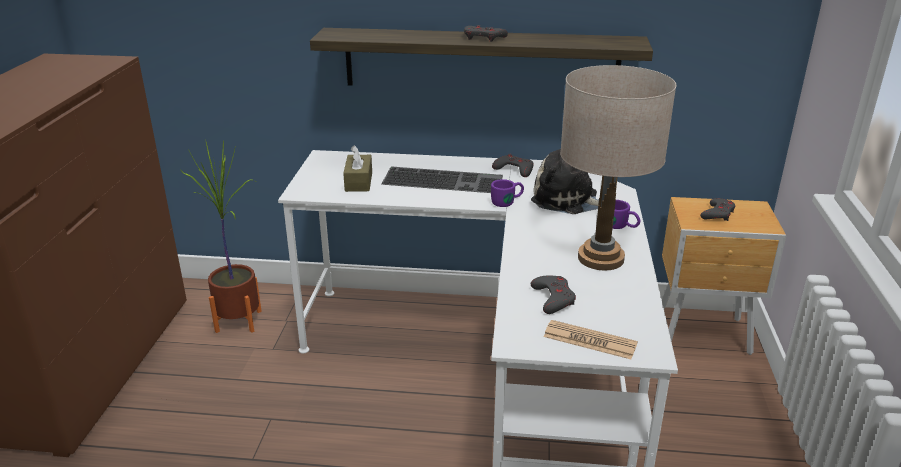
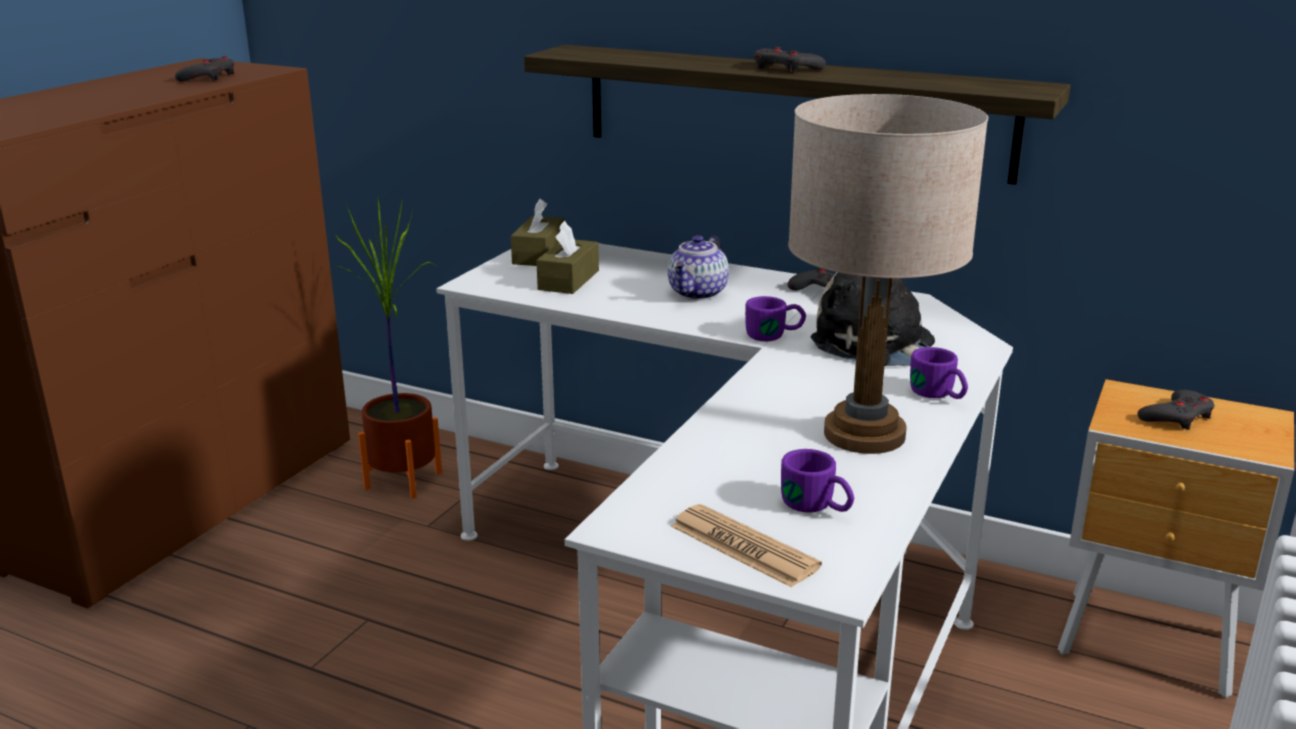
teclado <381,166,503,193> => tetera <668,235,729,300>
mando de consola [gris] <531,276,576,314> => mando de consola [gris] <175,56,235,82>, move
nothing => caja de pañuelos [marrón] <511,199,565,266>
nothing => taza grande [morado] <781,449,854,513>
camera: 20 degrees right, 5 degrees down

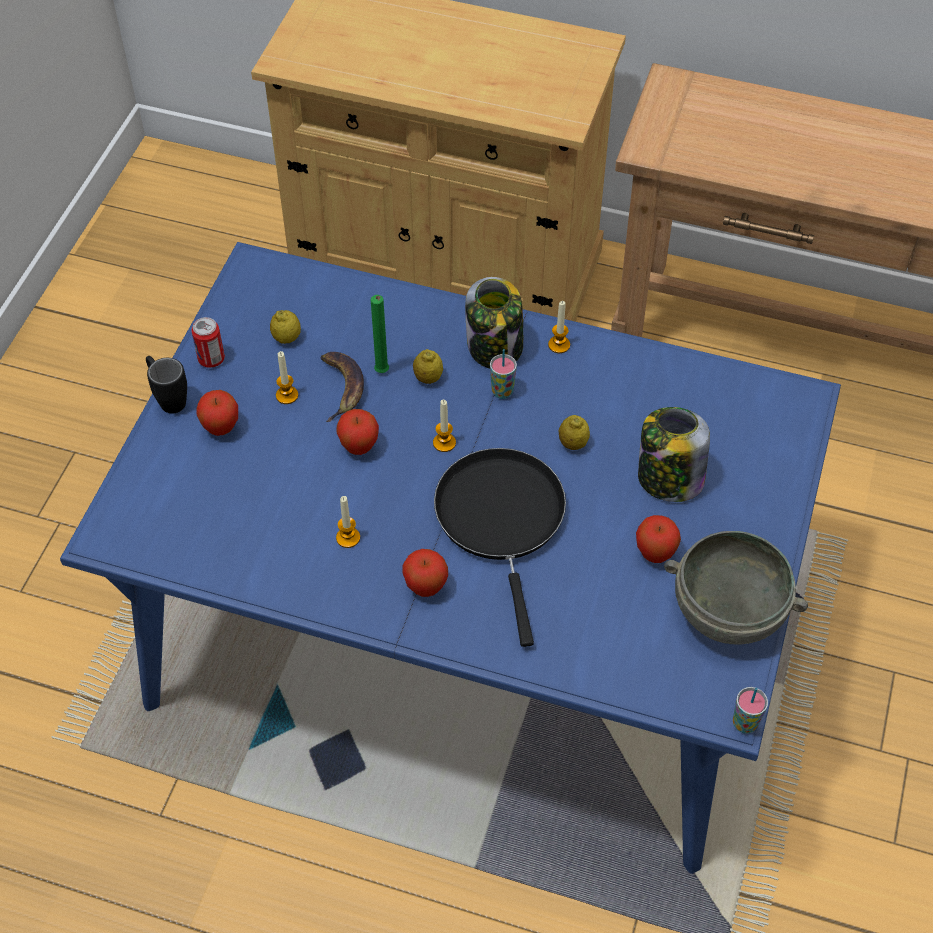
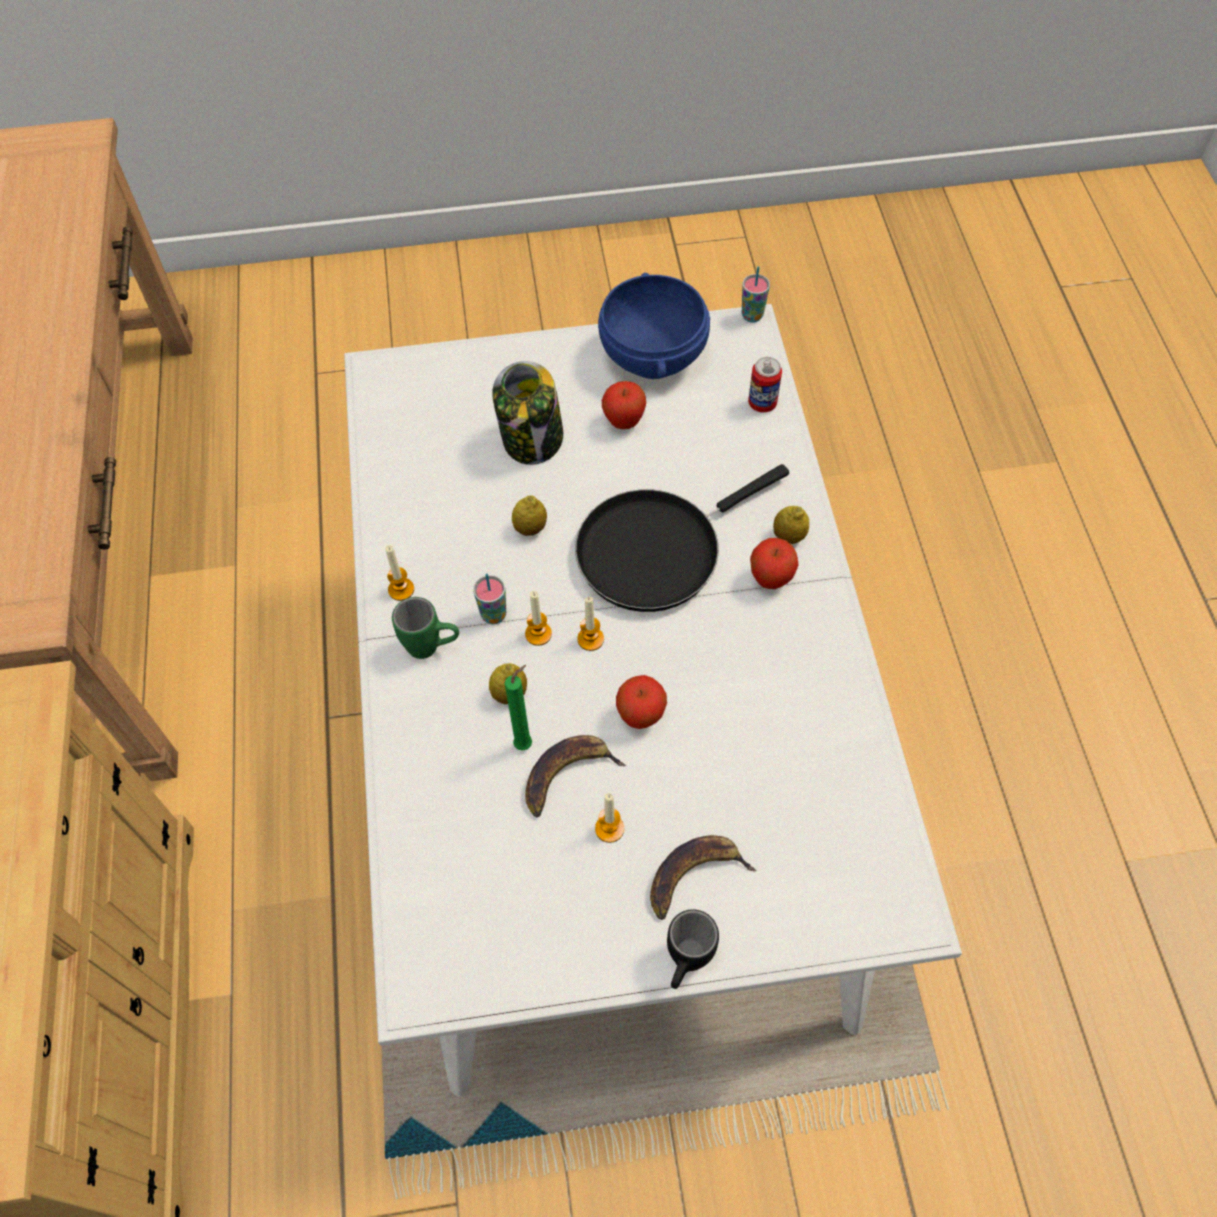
mesa de comedor [azul] <60,242,841,874> => mesa de comedor [blanco] <344,304,962,1097>
lata <191,317,225,368> => lata <748,357,782,413>, move
manzana <196,390,238,436> => plátano <650,835,757,920>
limón <270,310,301,344> => limón <773,506,809,544>, move
vela <336,496,360,548> => vela <525,591,552,646>, move
tarro <465,277,523,368> => taza grande [verde] <392,597,459,659>
cuenco [gris] <664,531,808,645> => cuenco [azul] <598,273,710,379>
camera: 115 degrees left, 5 degrees up

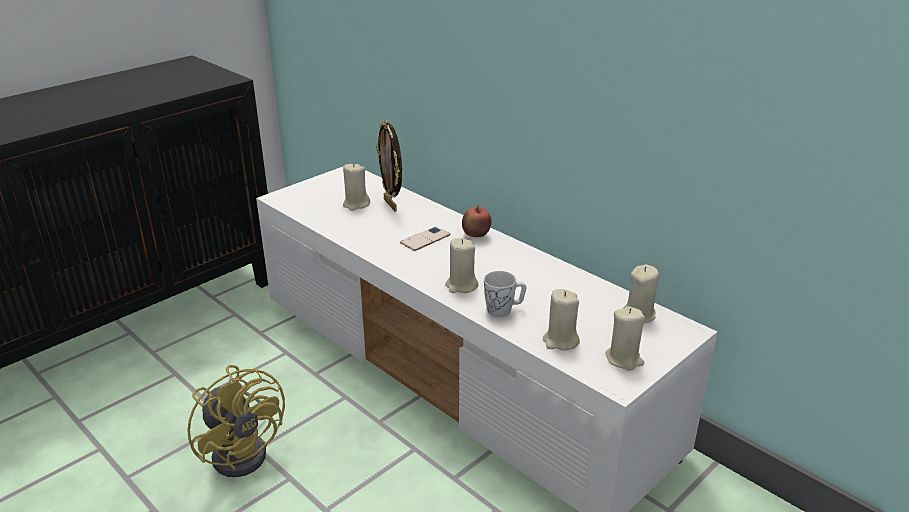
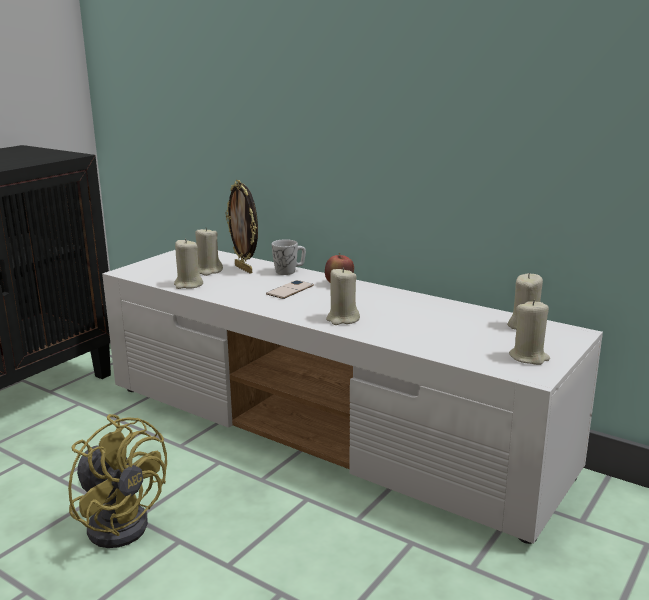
taza grande [blanco] <484,271,526,317> => taza grande [blanco] <272,239,306,275>, move
vela [beis] <543,289,580,351> => vela [beis] <174,239,203,289>, move
camera: 10 degrees left, 10 degrees down

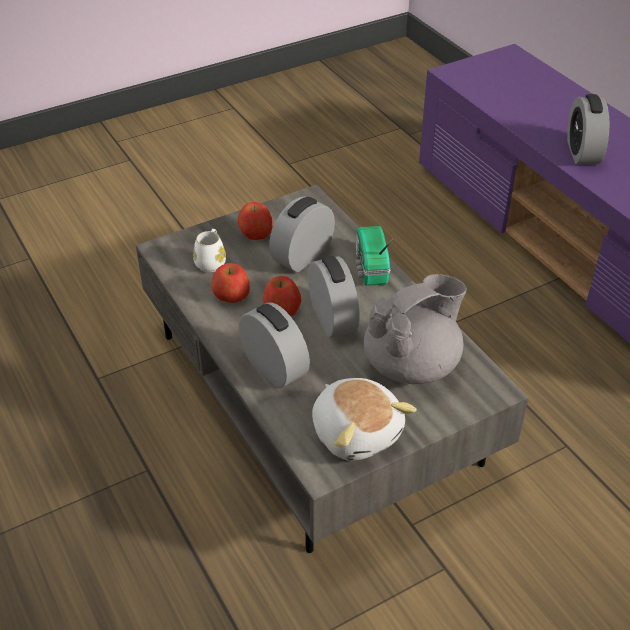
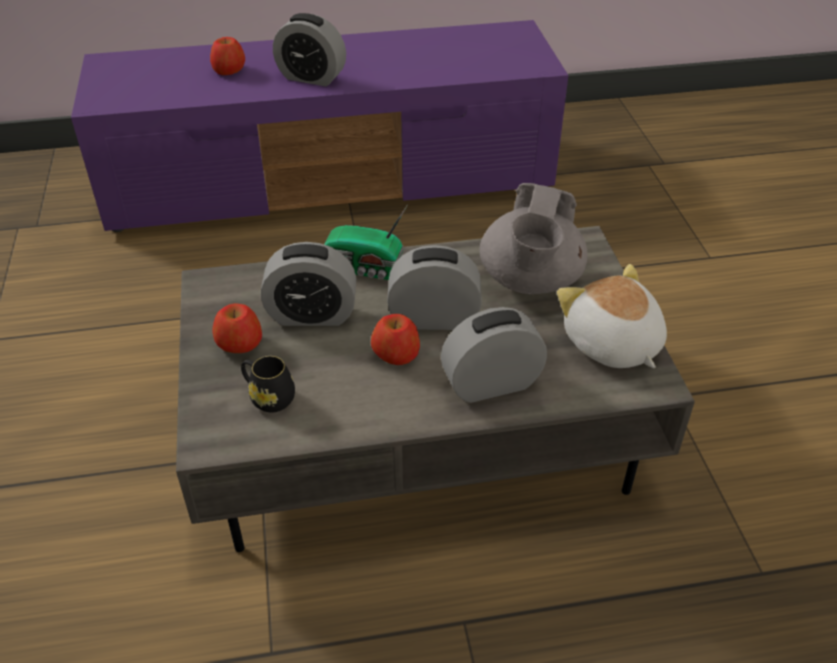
taza grande [blanco] <193,229,226,272> => taza grande [negro] <241,356,295,413>
manzana <211,263,250,303> => manzana <210,37,245,75>, move
despertador <269,196,335,272> => despertador <261,242,356,326>, 60 degrees counterclockwise
peluche <312,378,416,461> => peluche <557,264,667,368>, 105 degrees counterclockwise
tetera [gris] <364,274,467,384> => tetera [gris] <479,183,588,294>, 150 degrees counterclockwise
camera: 70 degrees left, 0 degrees up

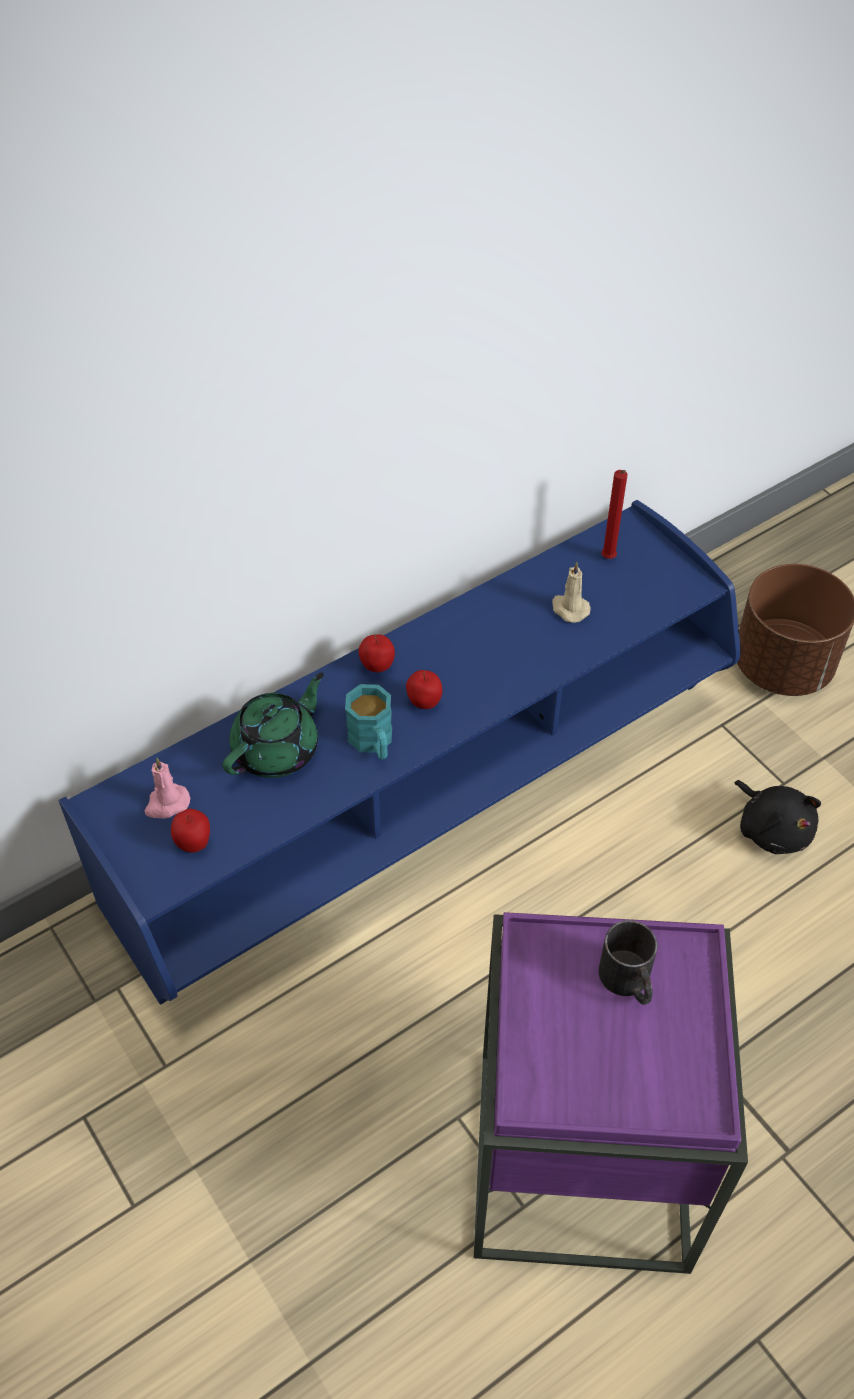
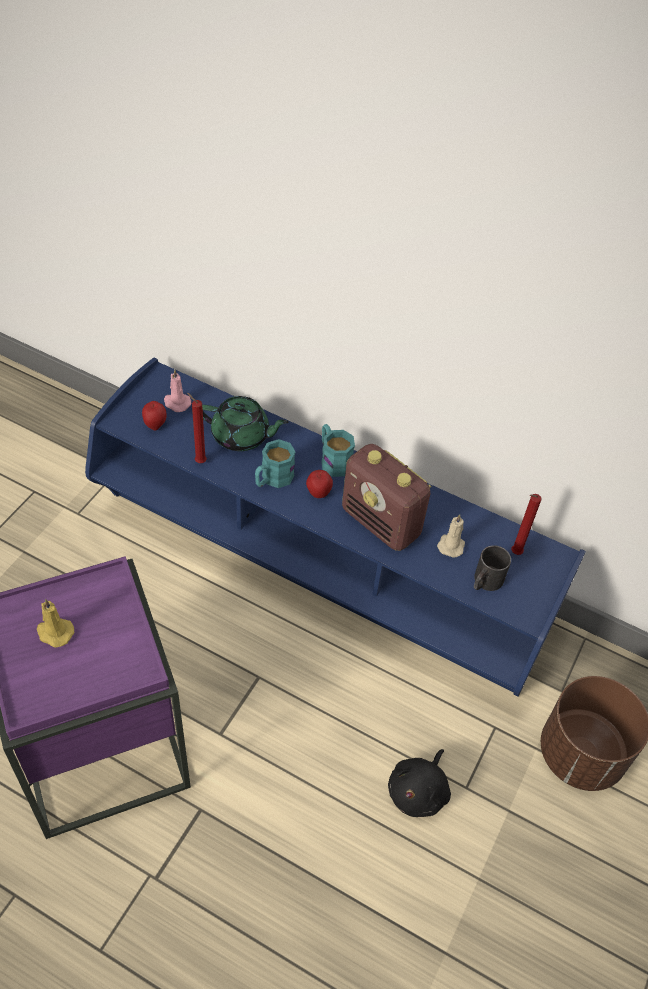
manzana <358,634,395,672> => taza grande [turquesa] <321,424,355,477>
taza grande [negro] <599,920,658,1005> => taza grande [negro] <474,545,511,591>, move
nothing => vela [amarillo] <37,599,74,647>
nothing => vela [rojo] <187,393,207,463>
nothing => radio <342,444,431,551>
camera: 60 degrees right, 0 degrees up

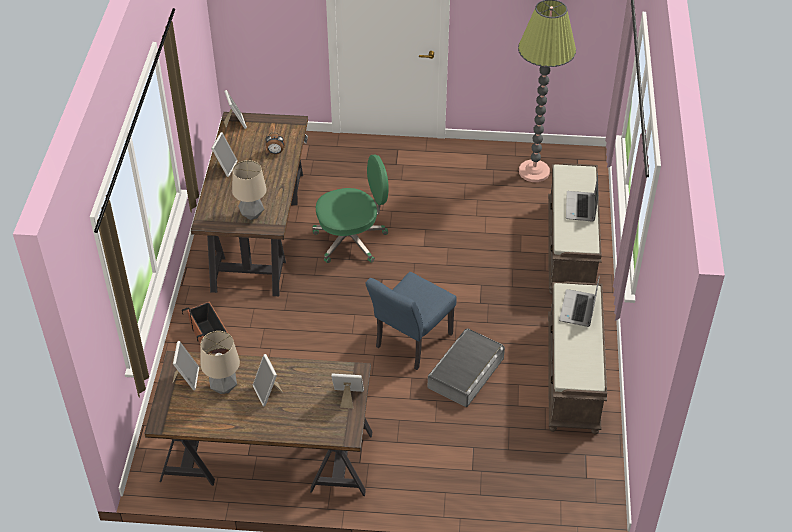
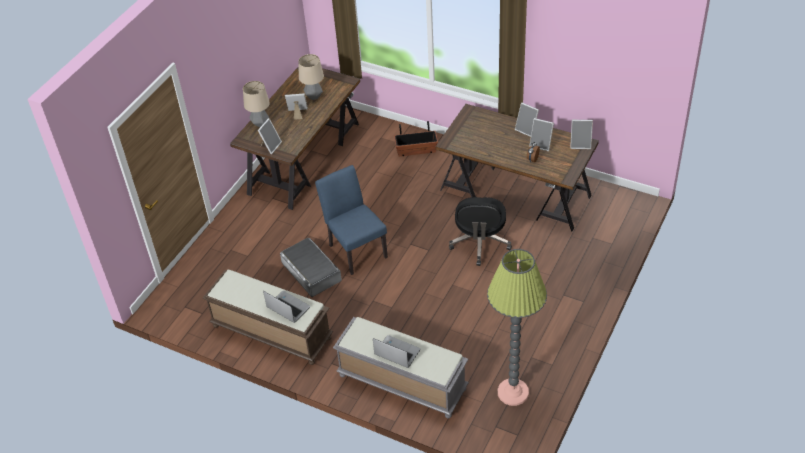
portarretratos <173,341,200,390> => portarretratos <529,118,554,151>, move
lámpara de mesa <232,160,267,220> => lámpara de mesa <243,81,270,127>, move
silla de oficina [verde] <312,155,389,263> => silla de oficina [negro] <449,197,512,266>
banco [marrón] <548,163,602,295> => banco [gris] <333,317,469,418>
camera: 115 degrees right, 0 degrees up

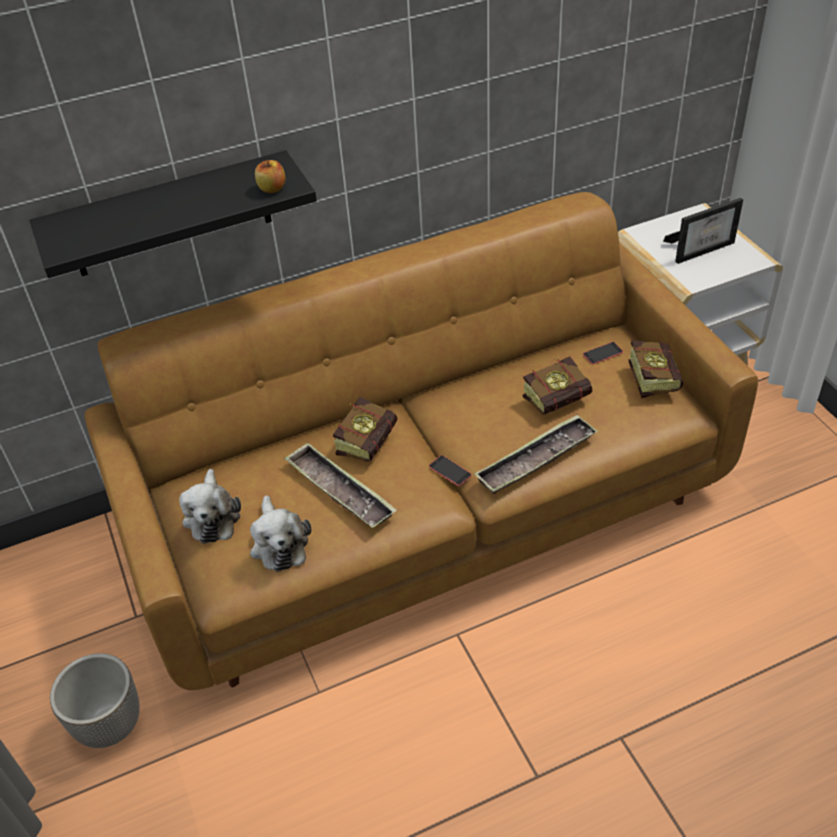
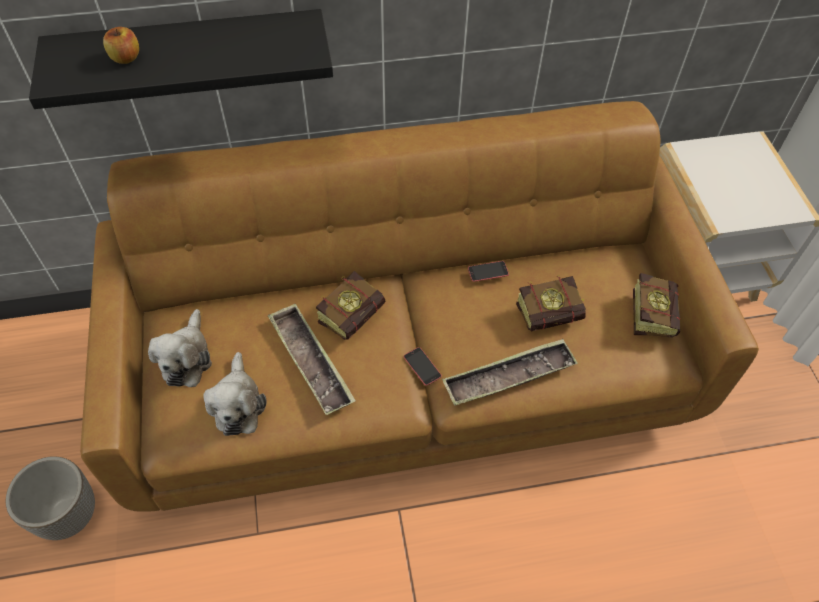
manzana <255,160,286,193> => manzana <103,27,139,64>, move
móvil <583,342,623,364> => móvil <468,261,509,282>, move
portarretratos <663,198,743,264> => nothing
camera: 10 degrees right, 10 degrees up

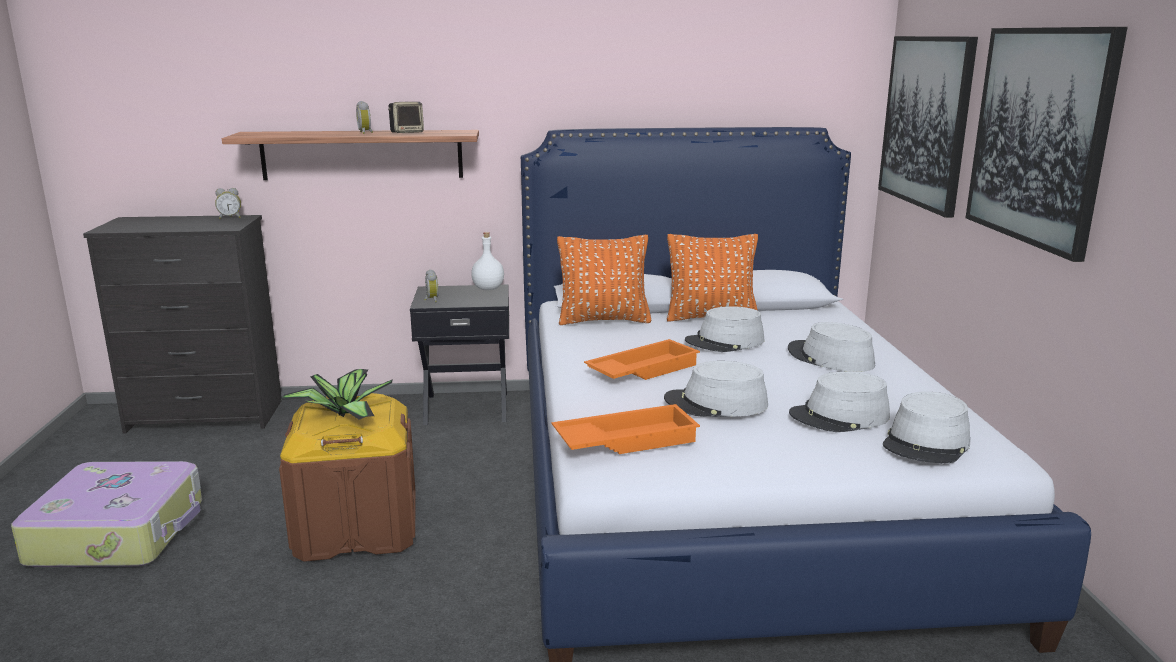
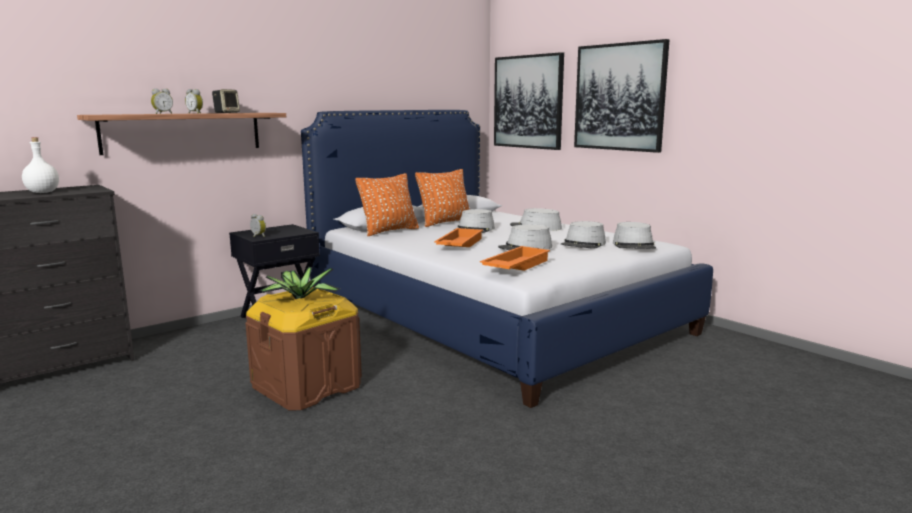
maleta <11,461,202,567> => nothing
despertador <215,188,241,219> => despertador <151,89,173,114>, move
botella [blanco] <471,232,504,290> => botella [blanco] <22,137,59,193>, move
camera: 35 degrees left, 5 degrees down

